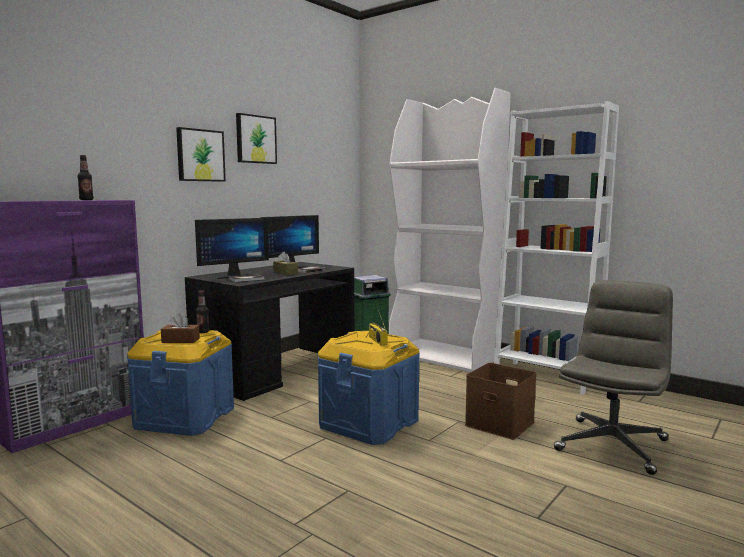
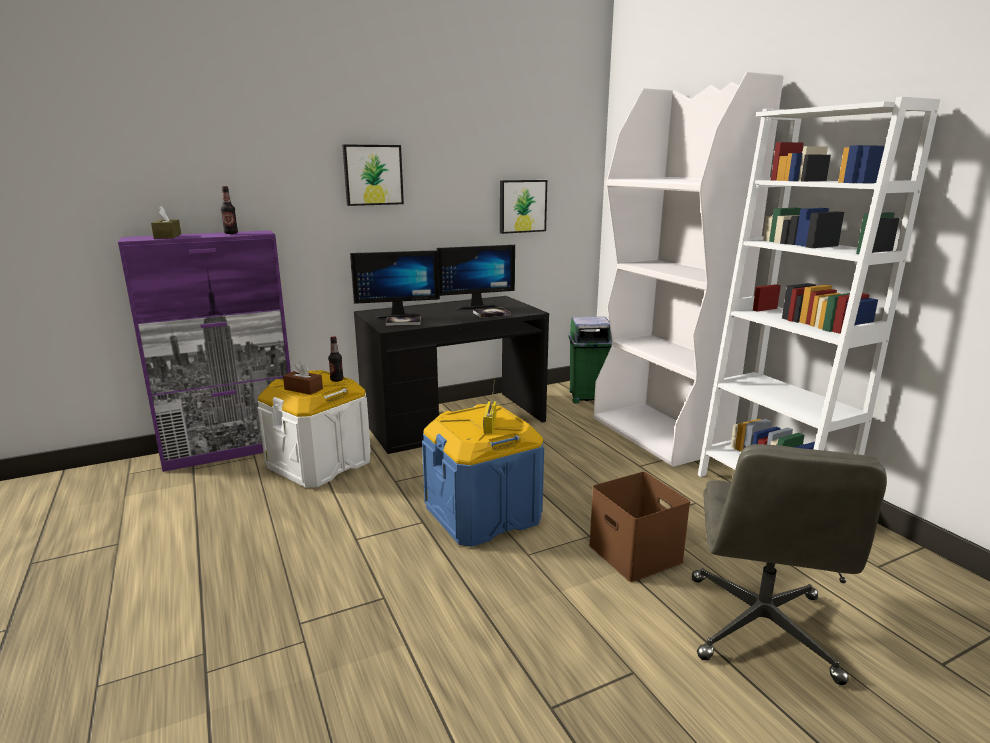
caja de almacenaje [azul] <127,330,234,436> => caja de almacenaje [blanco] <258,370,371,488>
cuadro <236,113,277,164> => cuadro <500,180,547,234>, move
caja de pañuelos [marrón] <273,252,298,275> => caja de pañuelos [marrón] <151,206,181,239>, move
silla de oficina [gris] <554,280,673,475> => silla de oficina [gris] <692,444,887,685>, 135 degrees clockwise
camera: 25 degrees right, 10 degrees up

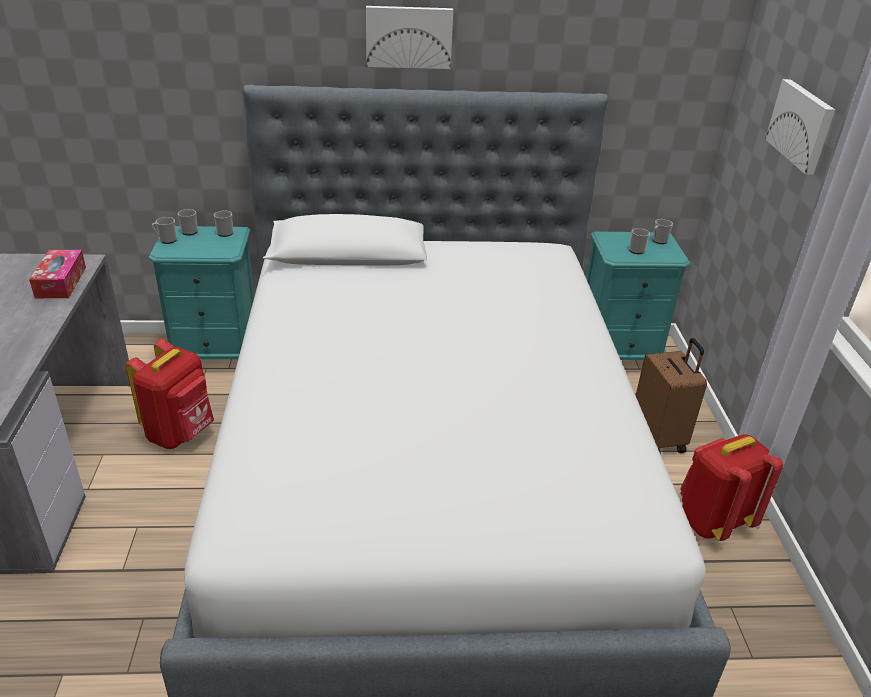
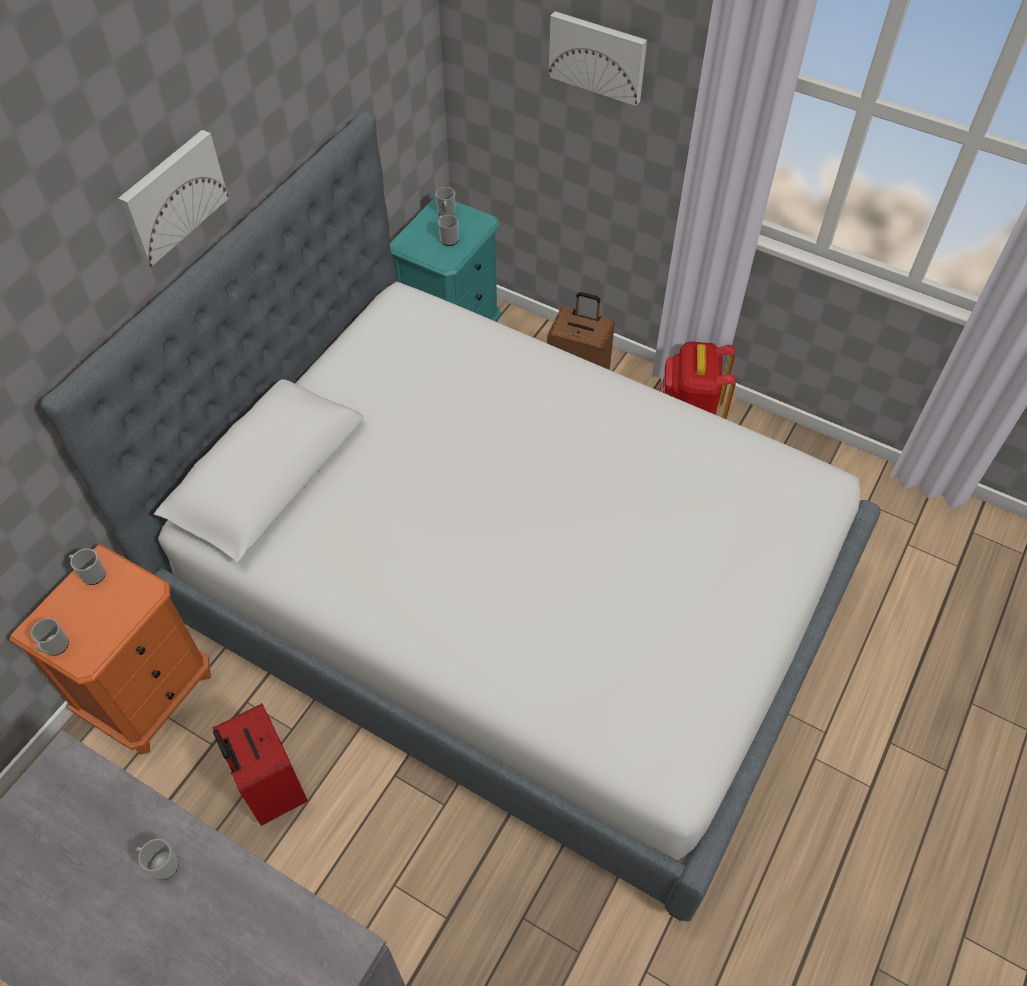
caja de pañuelos <29,250,86,298> => nothing
mochila [rojo] <126,339,214,449> => maleta [rojo] <213,703,308,826>
mesita de noche [turquesa] <148,226,254,359> => mesita de noche [naranja] <9,545,211,755>
taza grande <177,209,198,235> => taza grande <136,839,179,880>, move
camera: 55 degrees left, 20 degrees up

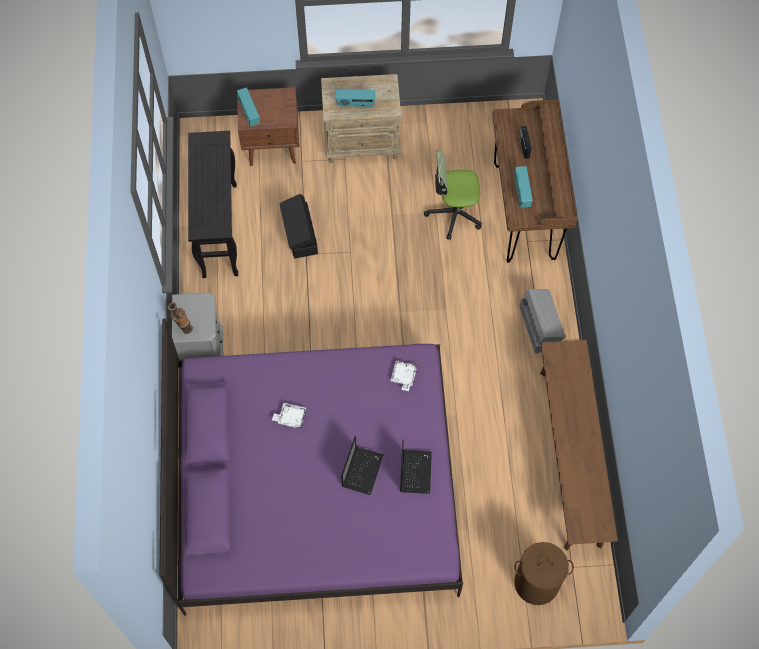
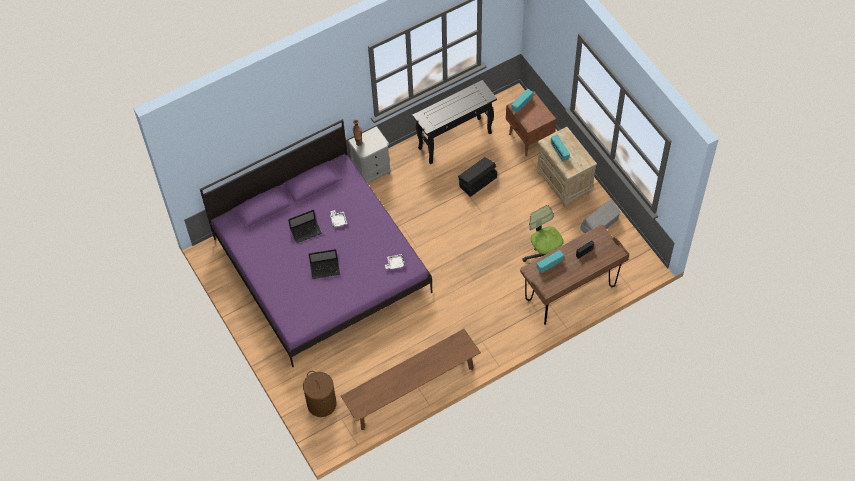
portátil <400,439,432,494> => portátil <288,210,322,243>, move
caja de almacenaje [gris] <519,289,566,353> => caja de almacenaje [gris] <581,199,621,233>, move
camera: 65 degrees right, 5 degrees down

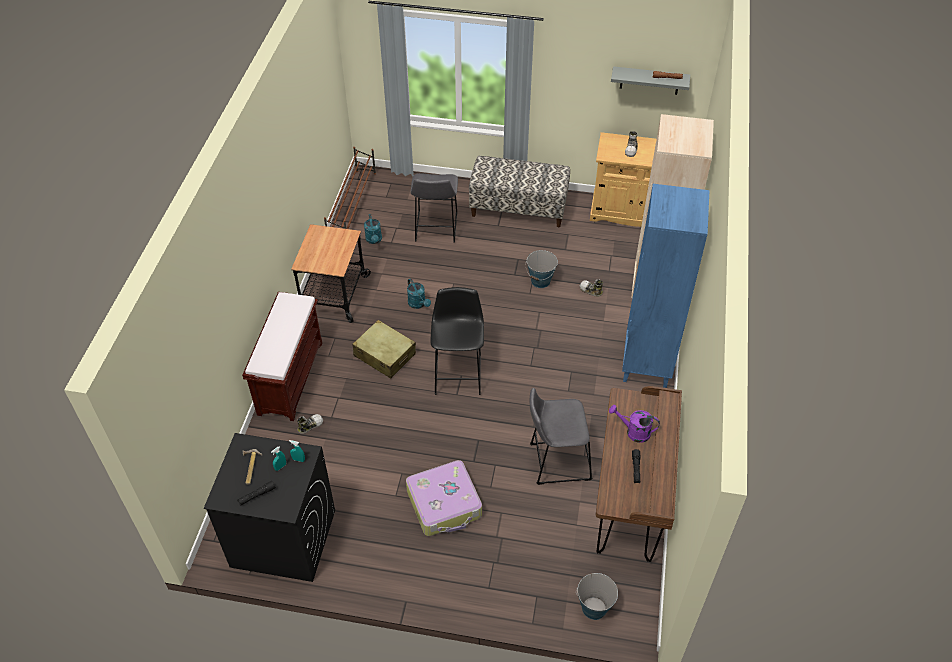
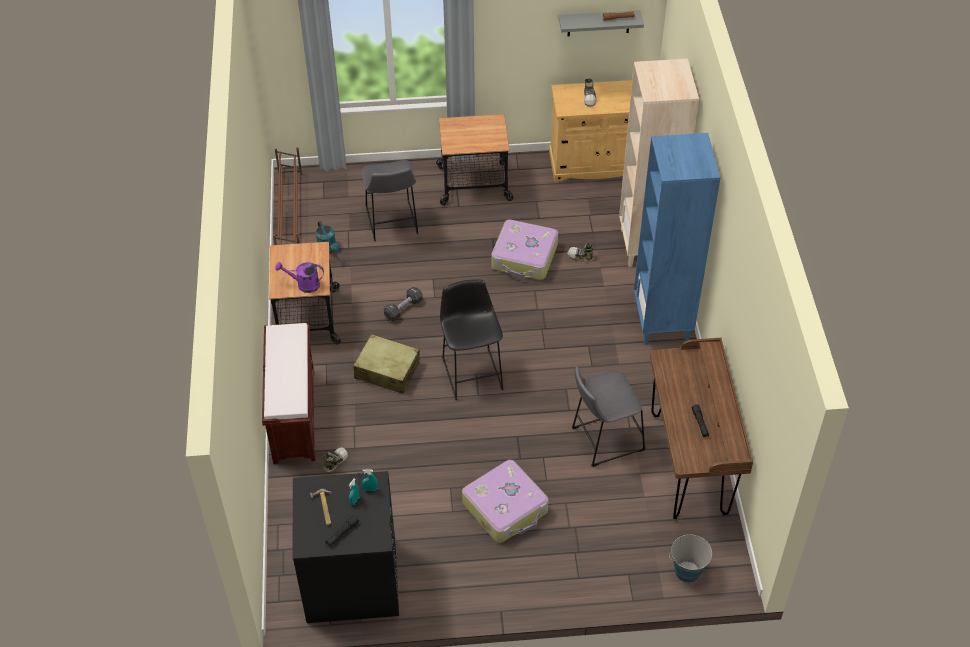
regadera [turquesa] <407,278,431,309> => mancuerna [negro] <384,287,423,321>
banco <469,156,570,227> => carrito <436,114,513,205>
cubo <526,250,558,288> => maleta <491,220,558,280>
regadera [morado] <609,405,660,443> => regadera [morado] <275,262,324,293>, move
camera: 15 degrees left, 0 degrees up

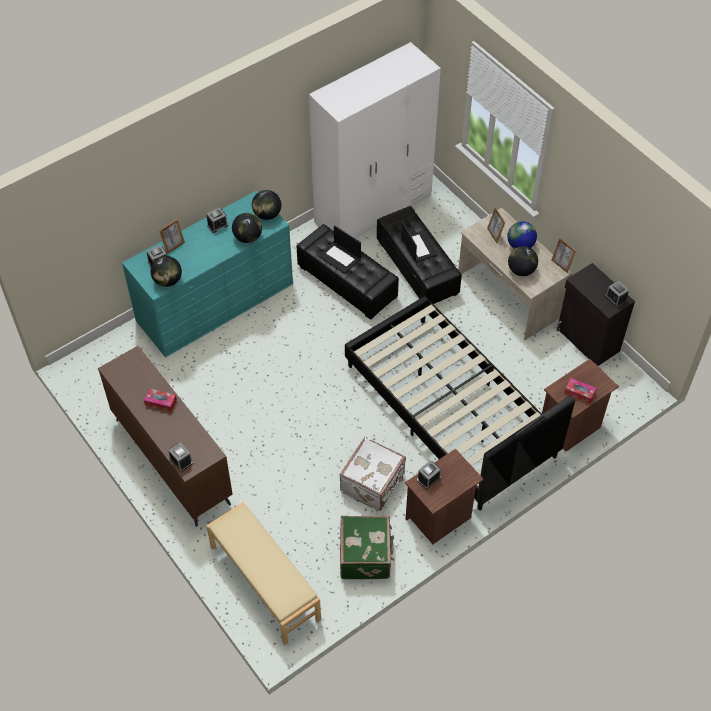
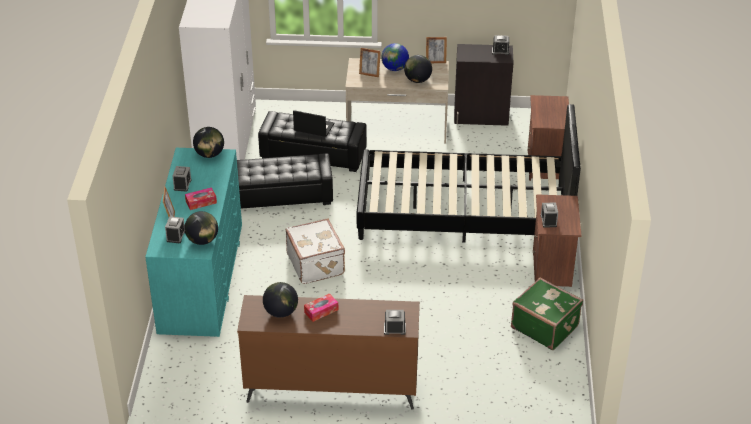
banco [beis] <206,502,321,645> => nothing
globo terráqueo <232,213,262,243> => globo terráqueo <263,282,298,318>, move
portátil <318,225,361,274> => nothing
maleta [blanco] <339,437,406,511> => maleta [blanco] <286,218,345,284>, move
caja de pañuelos <564,378,597,404> => caja de pañuelos <185,187,217,210>, move
camera: 50 degrees left, 15 degrees down

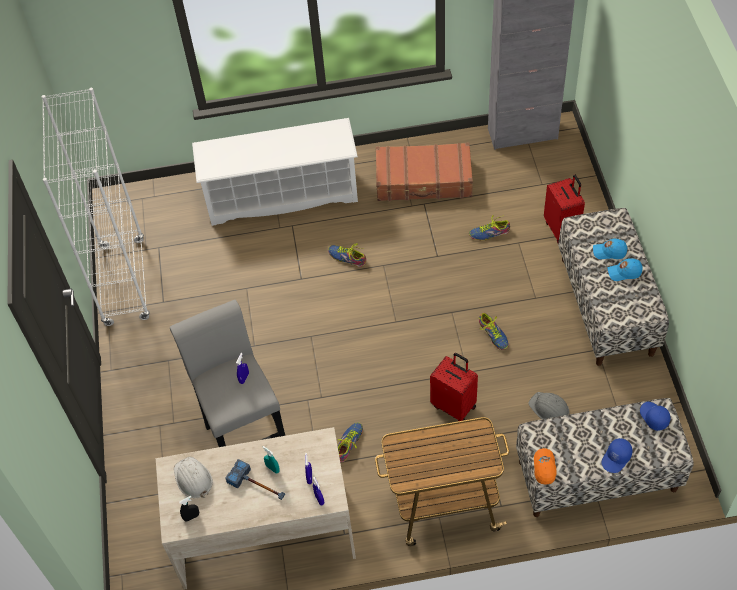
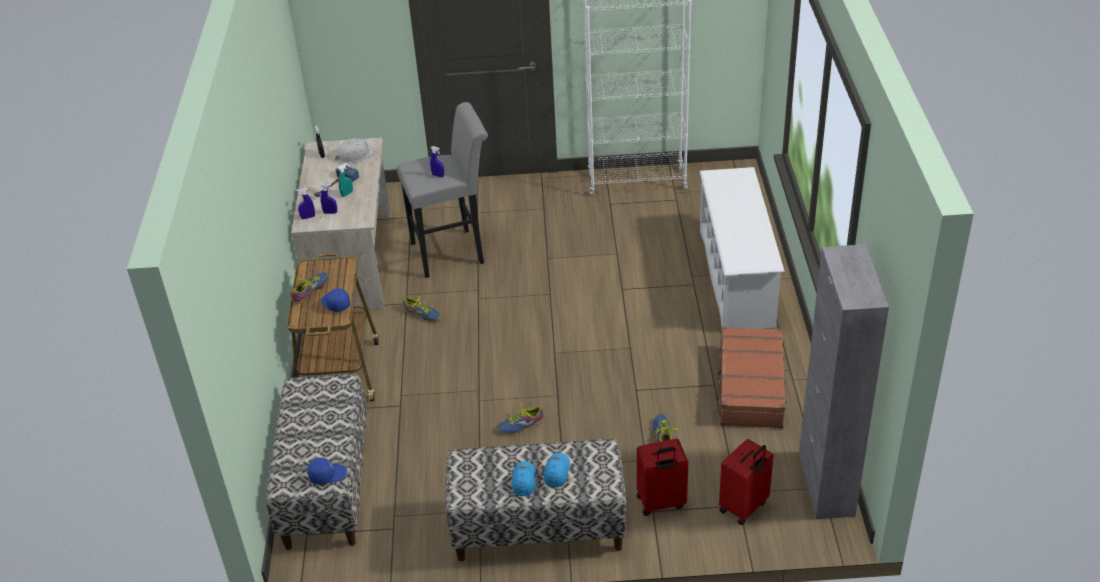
zapato <328,243,366,267> => zapato <291,272,329,304>, move
maleta [rojo] <430,353,478,421> => maleta [rojo] <719,439,774,525>, move
casco [gris] <528,392,570,419> => nothing
gorra [naranja] <534,448,557,485> => nothing
gorra [azul] <601,438,632,473> => gorra [azul] <321,289,350,312>, move
camera: 95 degrees right, 15 degrees down

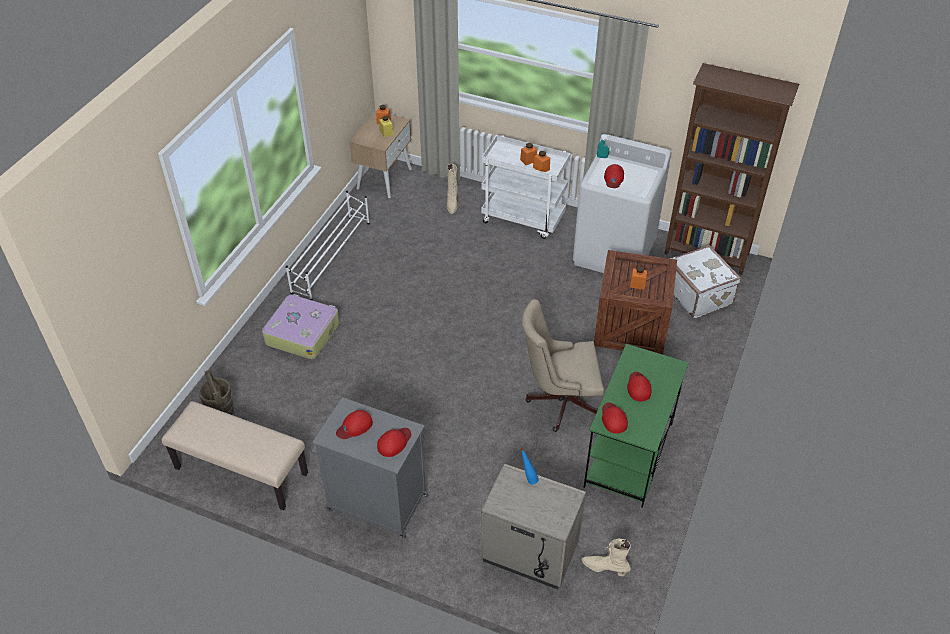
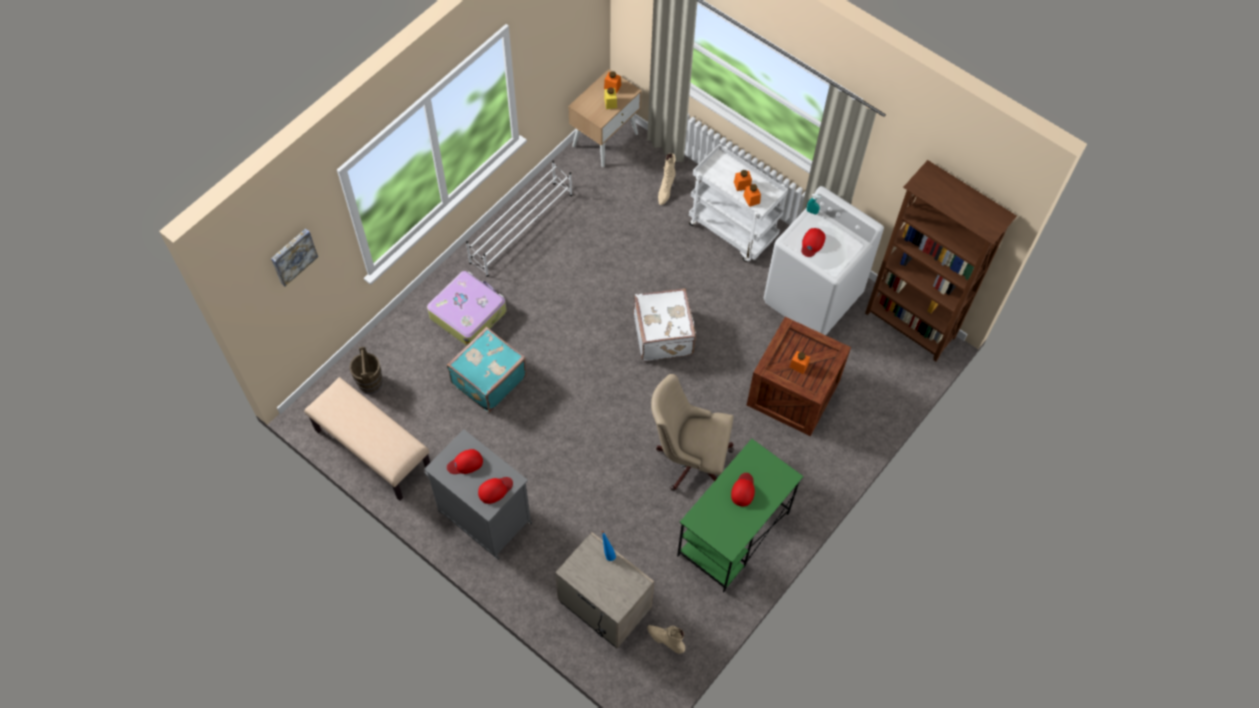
gorra [rojo] <602,403,628,434> => nothing
maleta [blanco] <670,245,741,319> => maleta [blanco] <633,288,696,361>, move
nothing => cuadro <271,228,318,286>
nothing => maleta [turquesa] <447,327,527,413>
camera: 15 degrees right, 15 degrees up

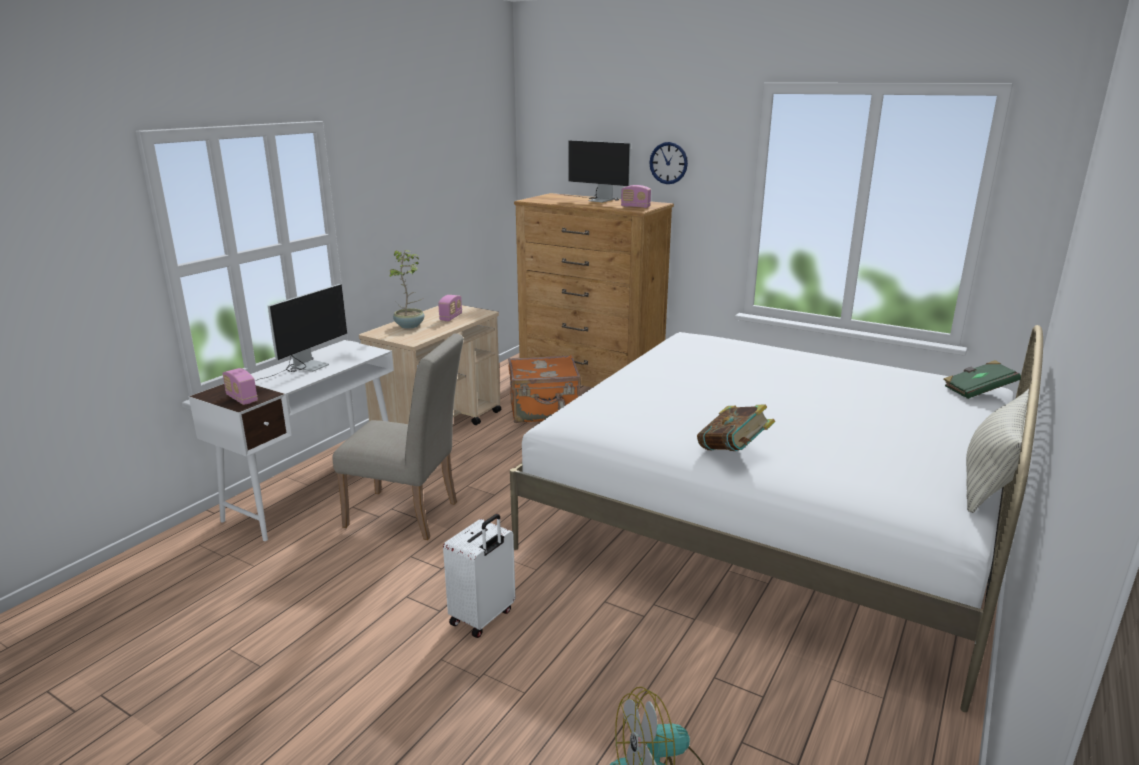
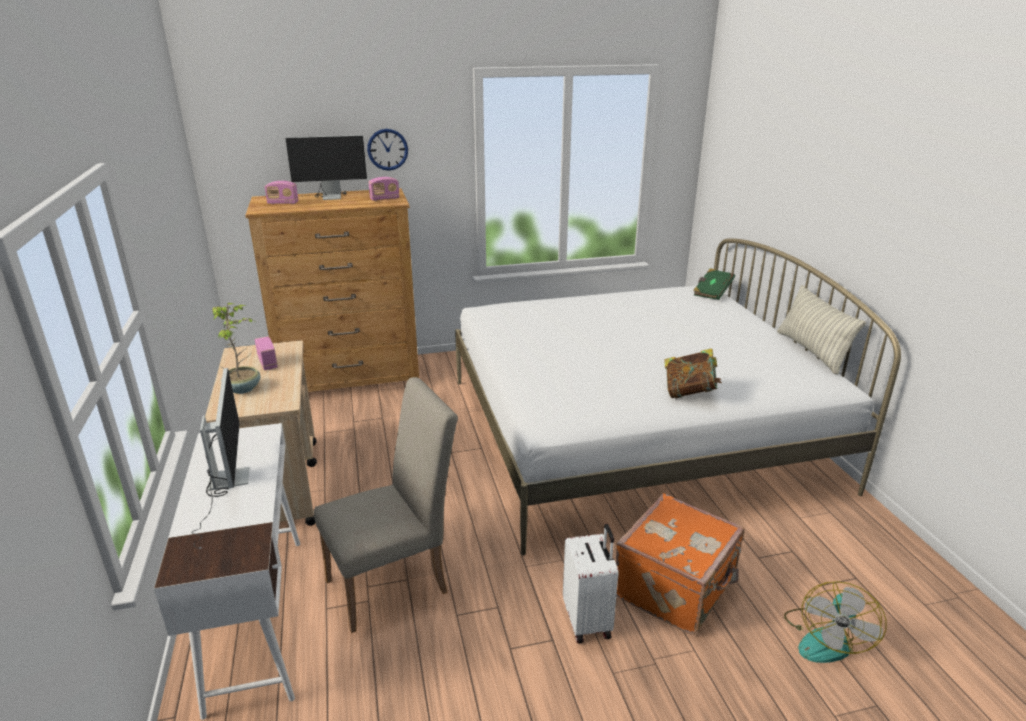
radio <222,368,258,405> => radio <265,181,298,204>, move
maleta [naranja] <508,355,581,423> => maleta [naranja] <616,493,745,634>, move
camera: 45 degrees left, 5 degrees up

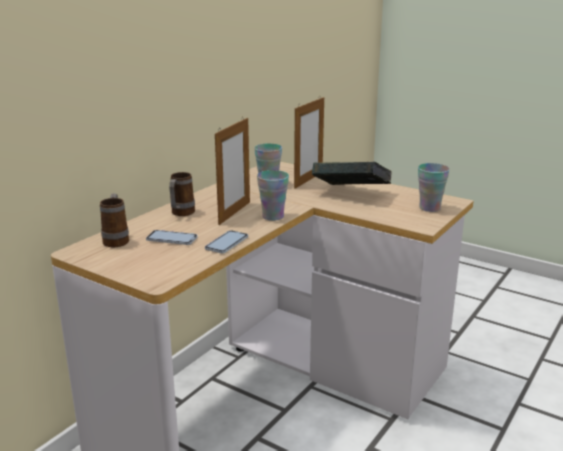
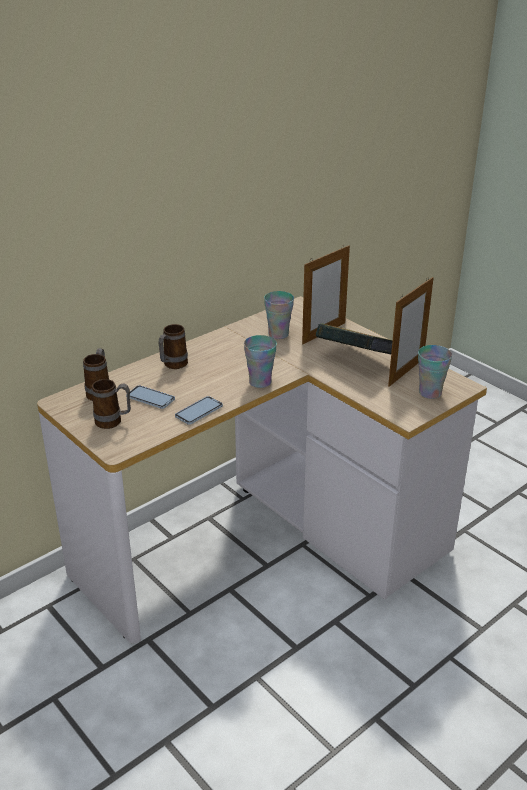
portarretratos <215,118,250,225> => portarretratos <388,277,434,387>, move
nothing => taza grande <92,379,131,429>
camera: 15 degrees right, 10 degrees up

